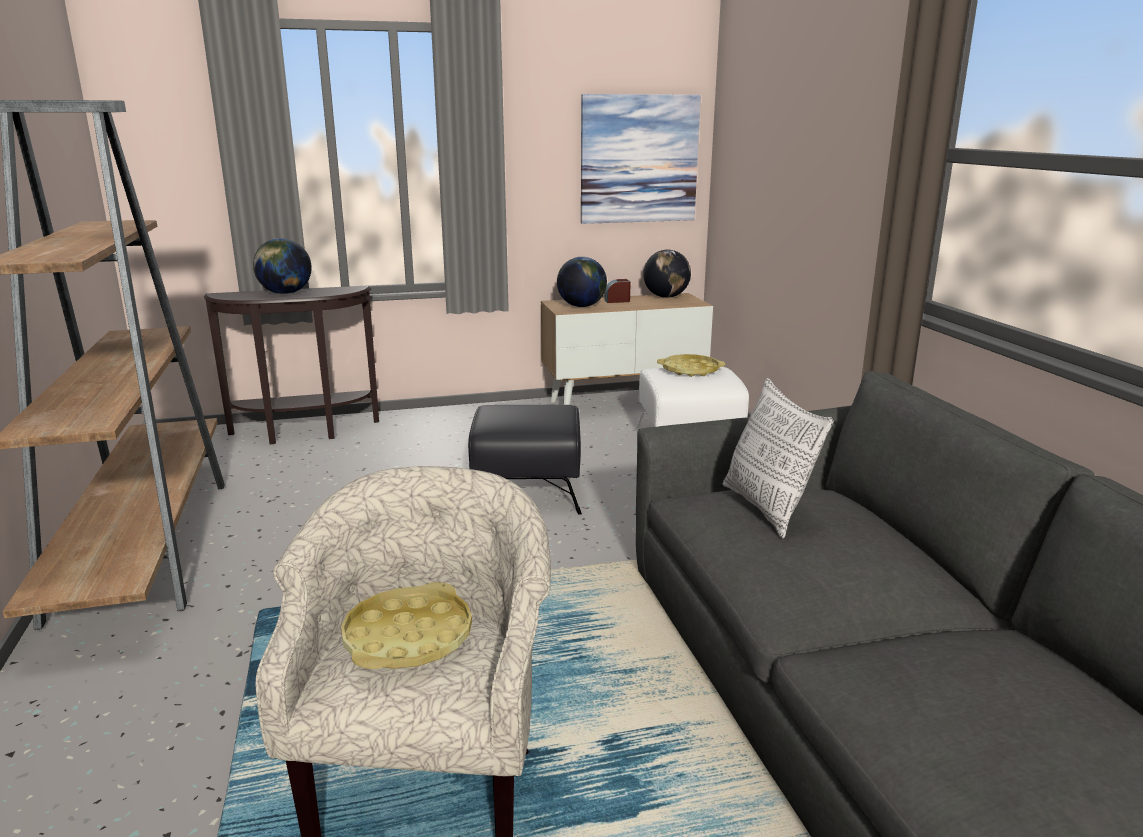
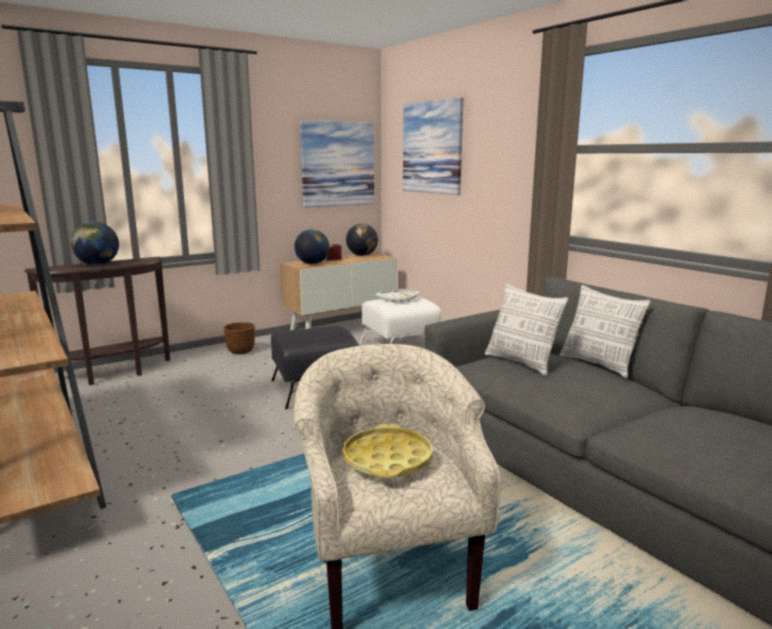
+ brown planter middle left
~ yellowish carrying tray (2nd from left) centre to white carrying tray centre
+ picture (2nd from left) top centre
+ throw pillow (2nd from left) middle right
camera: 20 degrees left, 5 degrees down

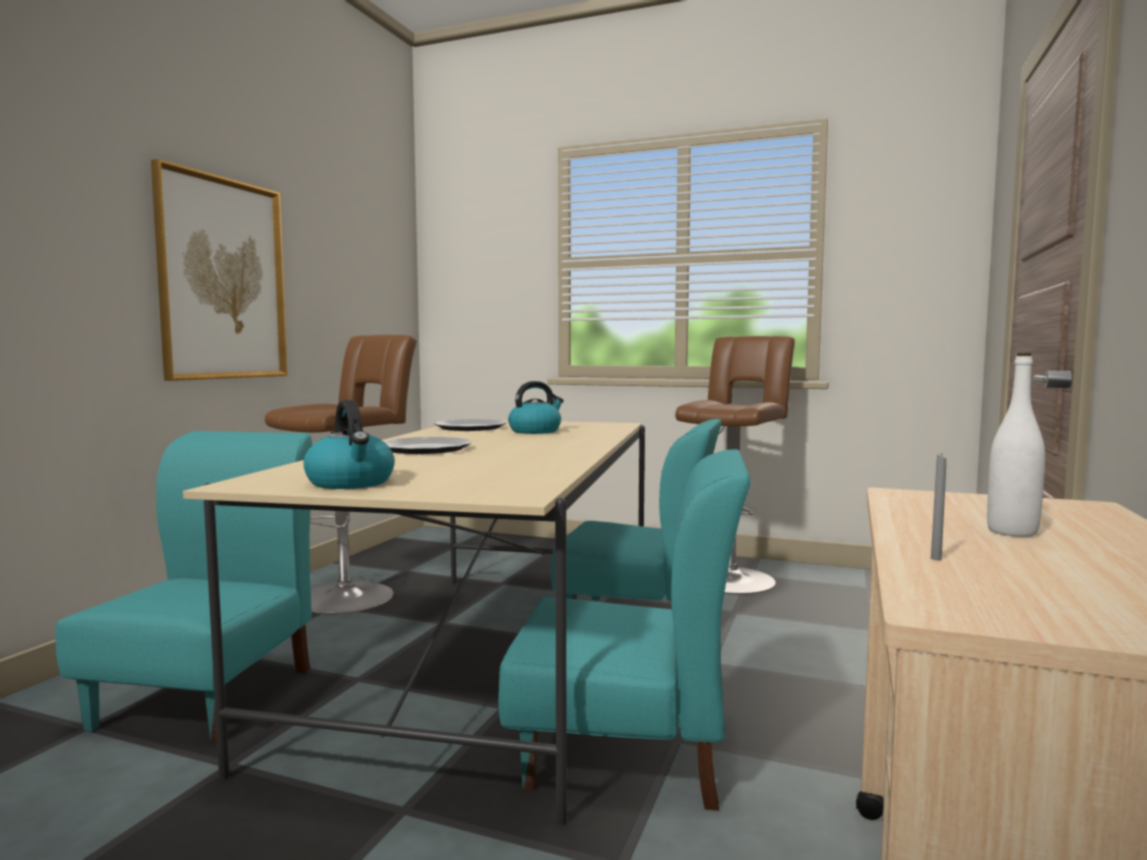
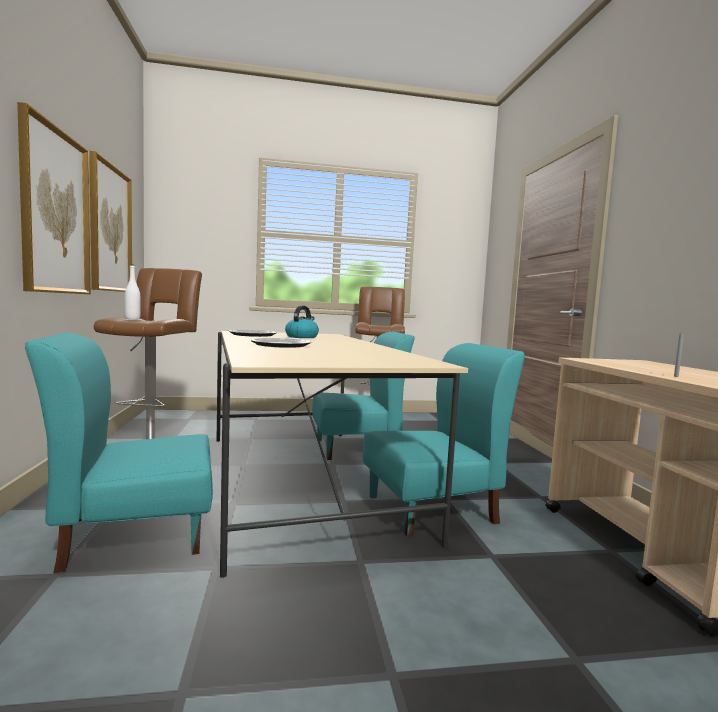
~ turquoise-coloured plain chair (1st from left) bottom left = middle left 90 degrees counterclockwise
+ picture (2nd from left) top left
~ white beverage bottle middle right to middle left
- tea kettle (1st from left) middle left
camera: 30 degrees left, 0 degrees up

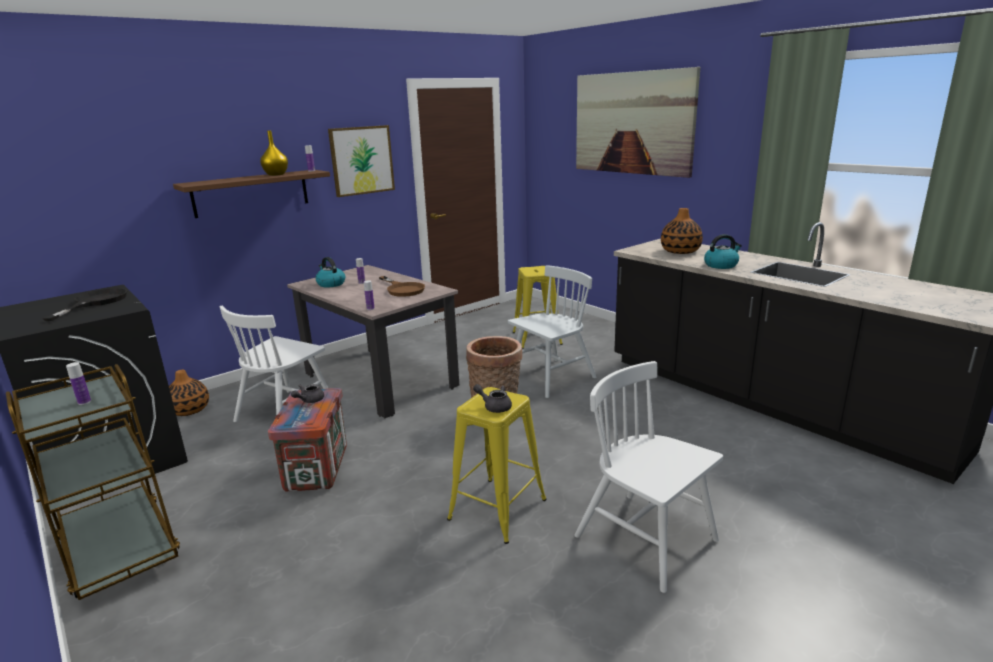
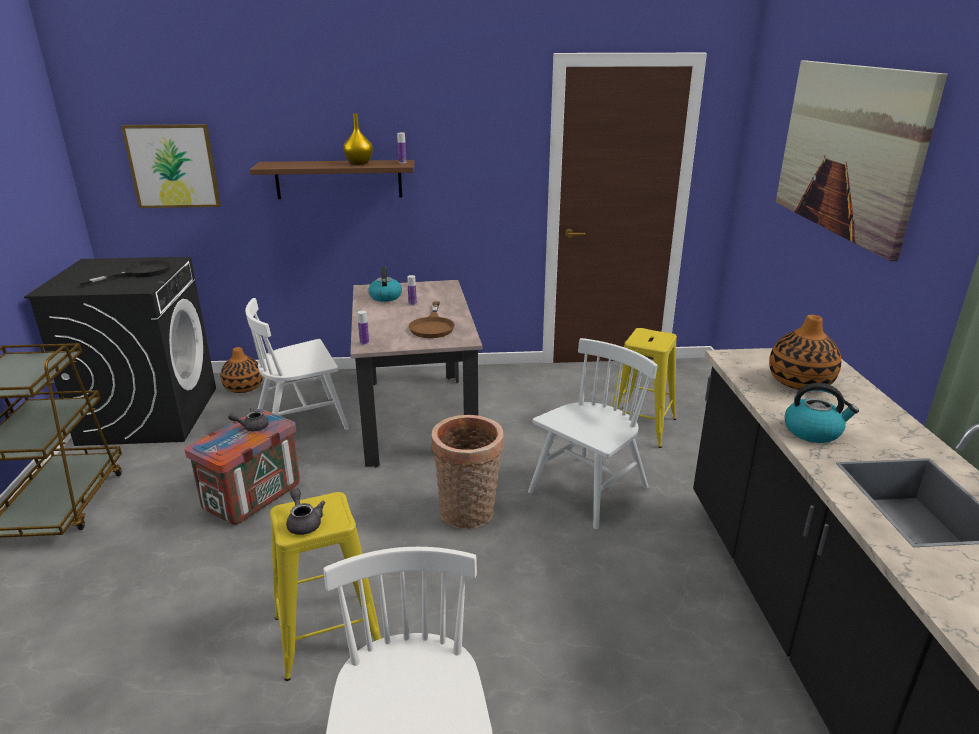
~ picture (1st from left) top centre to top left
~ white plain chair (2nd from left in the first image) centre = centre 45 degrees counterclockwise
- beverage bottle (1st from left) middle left
camera: 35 degrees right, 5 degrees up

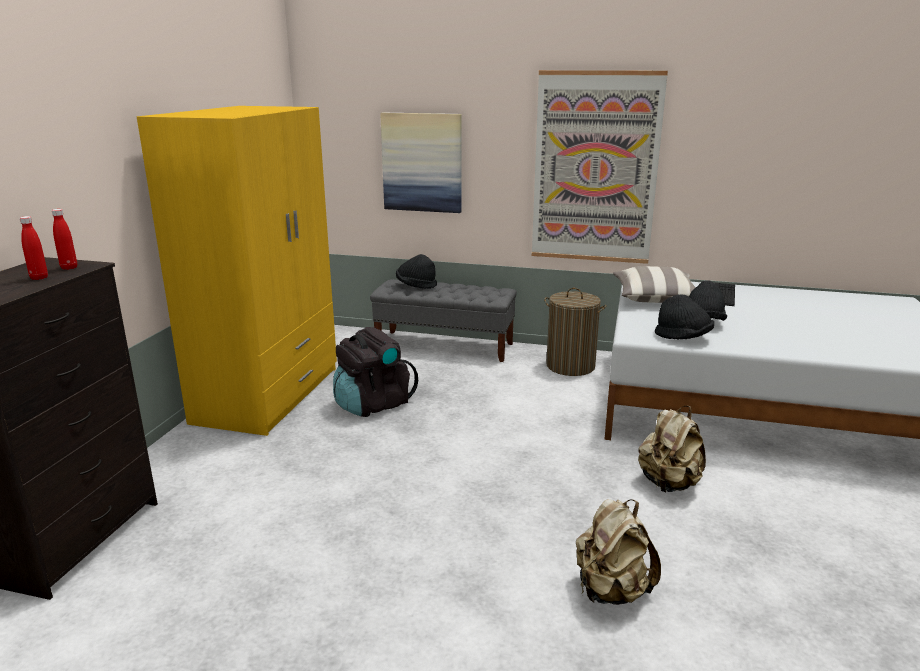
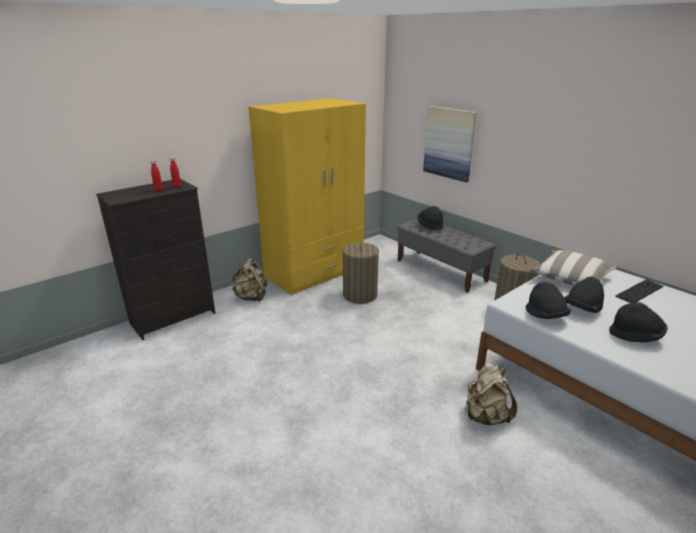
~ beige-coloured backpack (1st from left) bottom right to centre
~ black backpack centre to hamper (1st from left) centre
+ black wearable hat (4th from left) middle right
- picture (2nd from left) top centre
camera: 35 degrees right, 5 degrees up

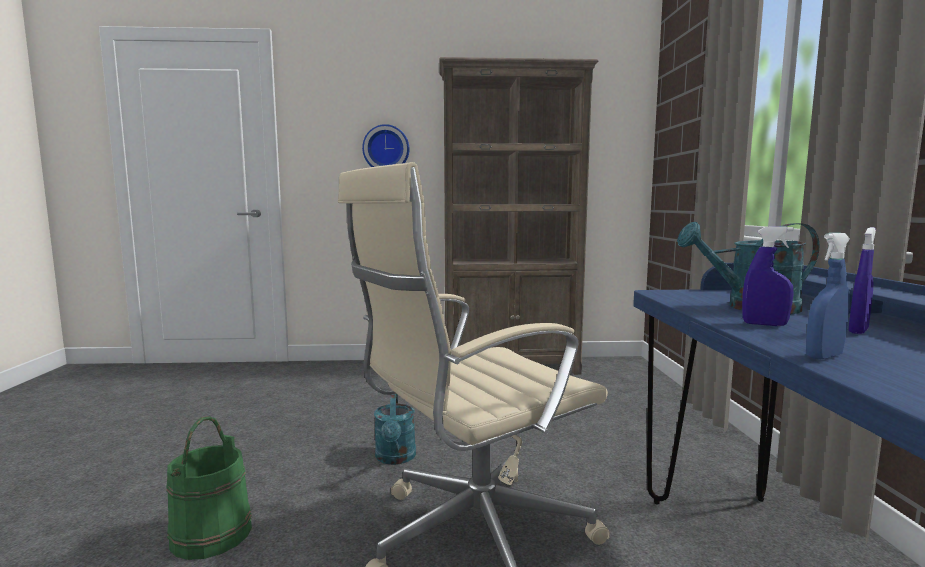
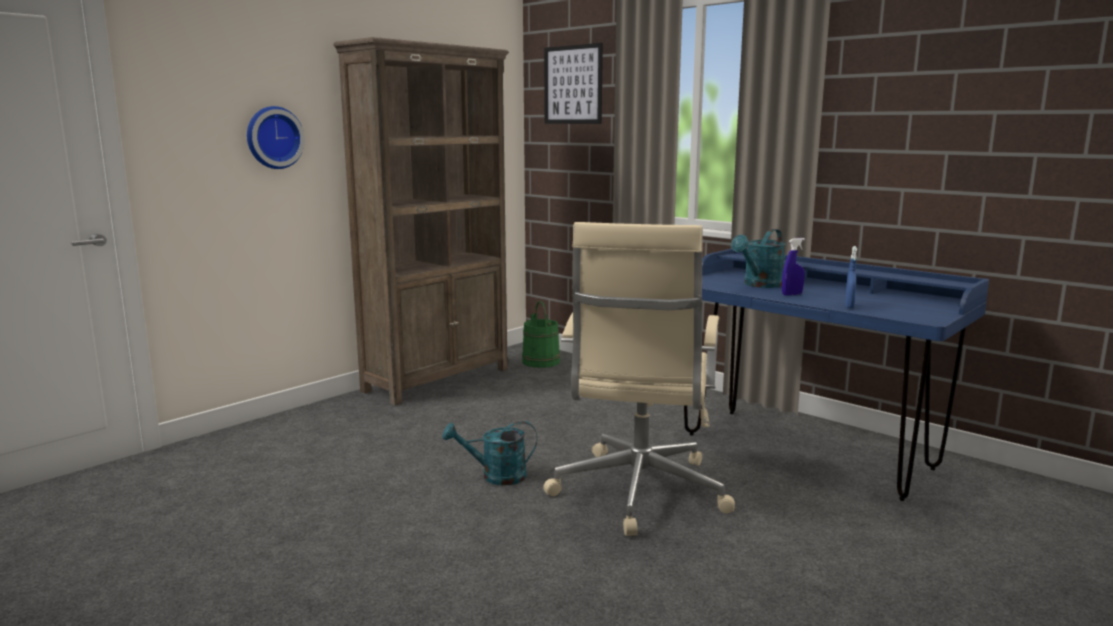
~ turquoise-coloured sprinkling can (1st from left) bottom centre = bottom centre 135 degrees clockwise
~ green-coloured pail bottom left to centre
+ picture top centre
- bluish spray bottle (3rd from left) middle right
camera: 45 degrees left, 5 degrees up

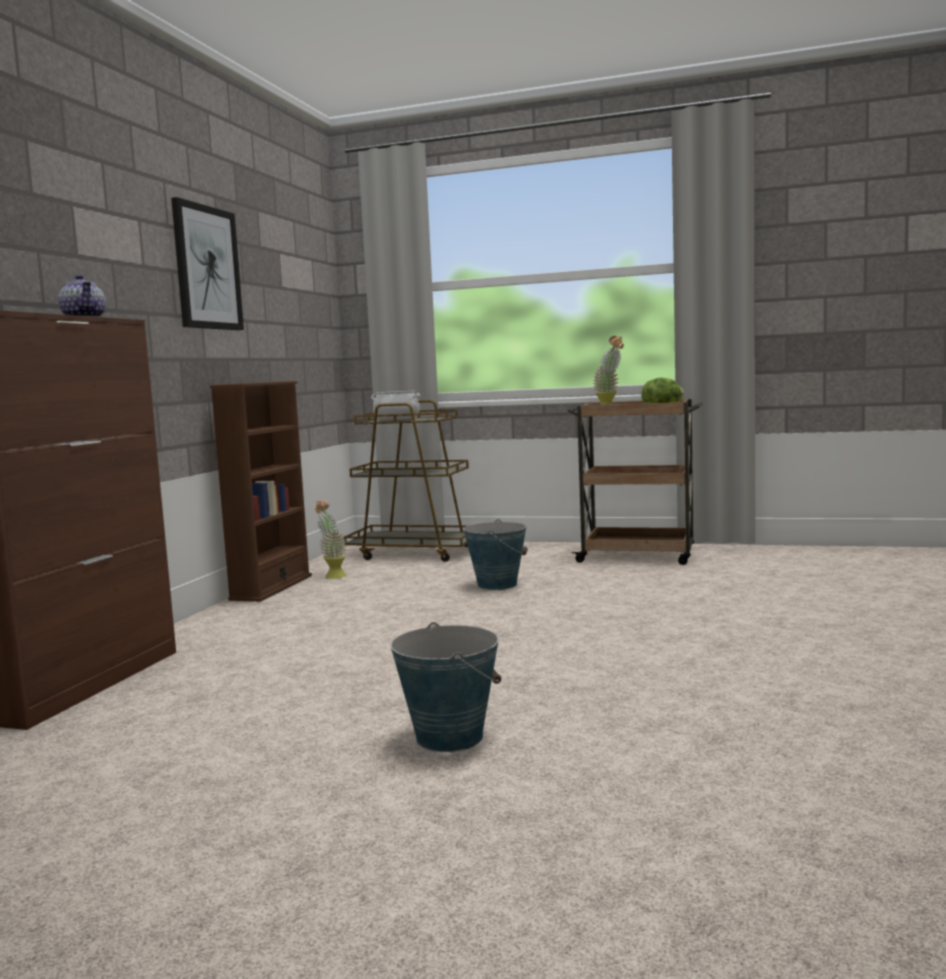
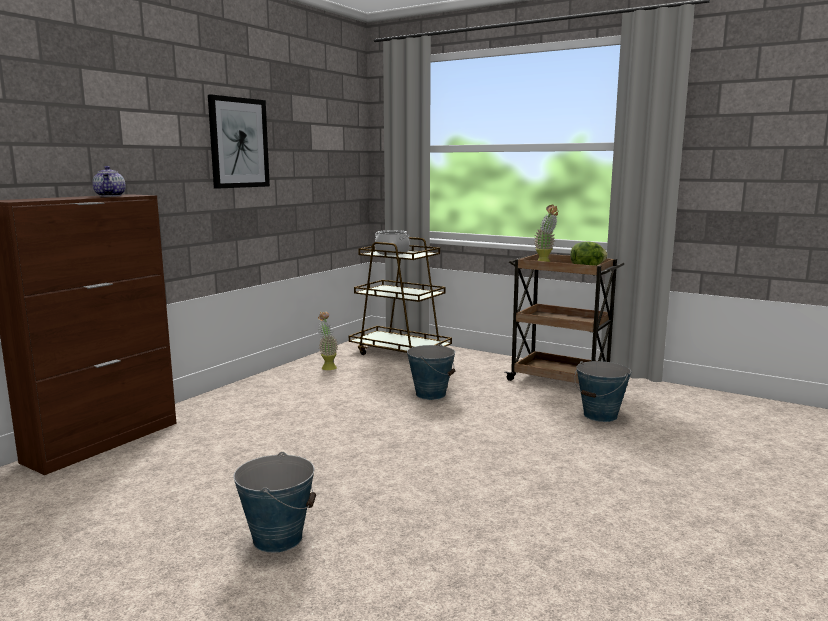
+ pail (3rd from left) middle right
- brown bookshelf middle left
camera: 15 degrees right, 5 degrees up

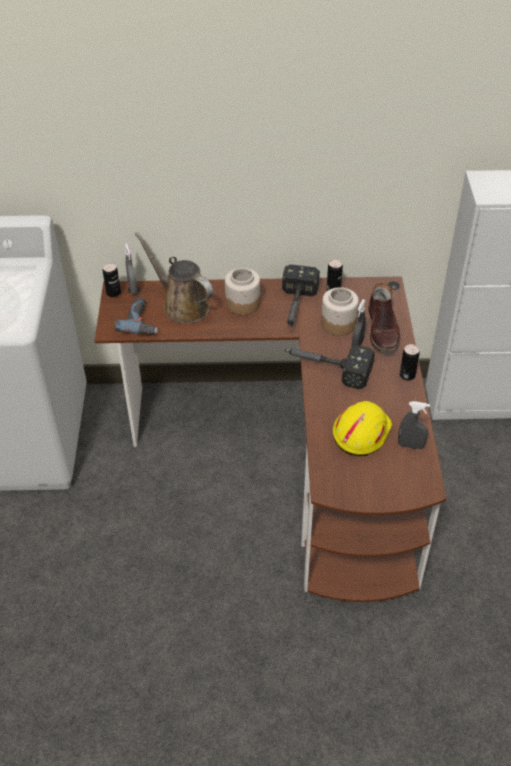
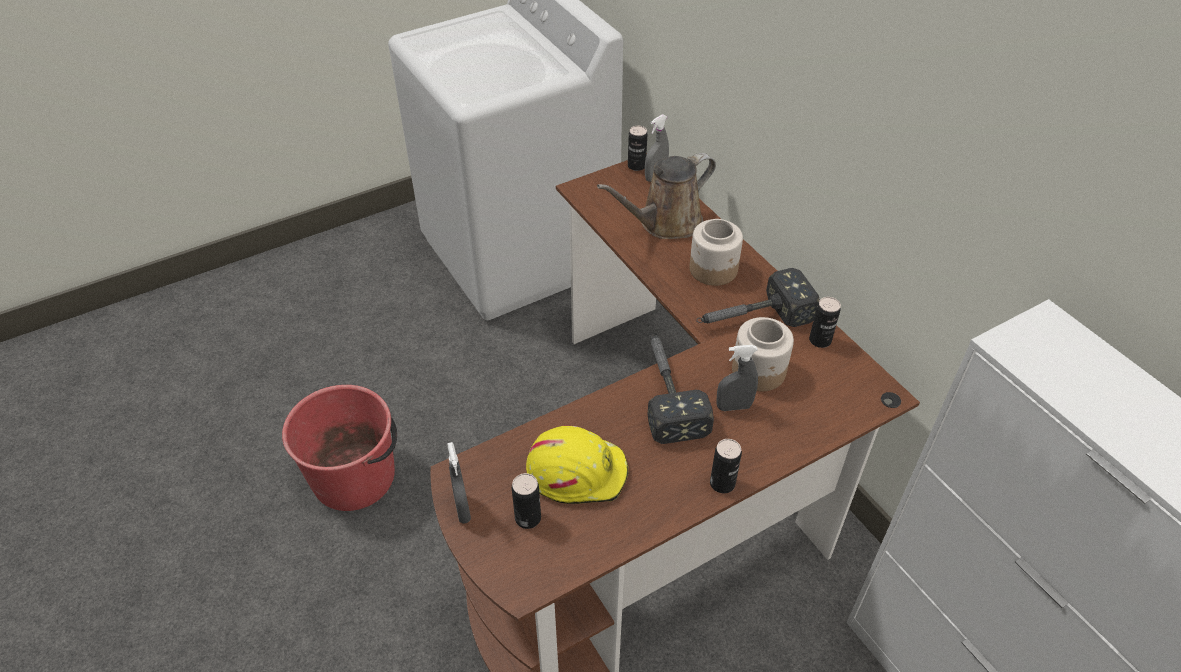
+ reddish pail bottom left
~ grey spray bottle (3rd from left in the first image) middle right to grey spray bottle (1st from left) bottom centre
+ metal can (1st from left) bottom centre
~ brown sprinkling can centre = top centre 135 degrees counterclockwise
- drill middle left
- brown high-top boot middle right
camera: 60 degrees right, 0 degrees up

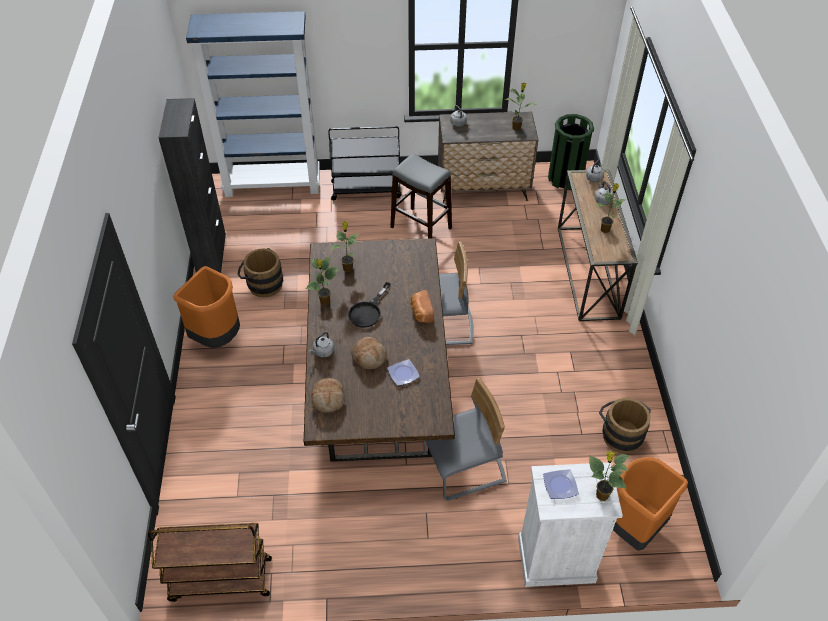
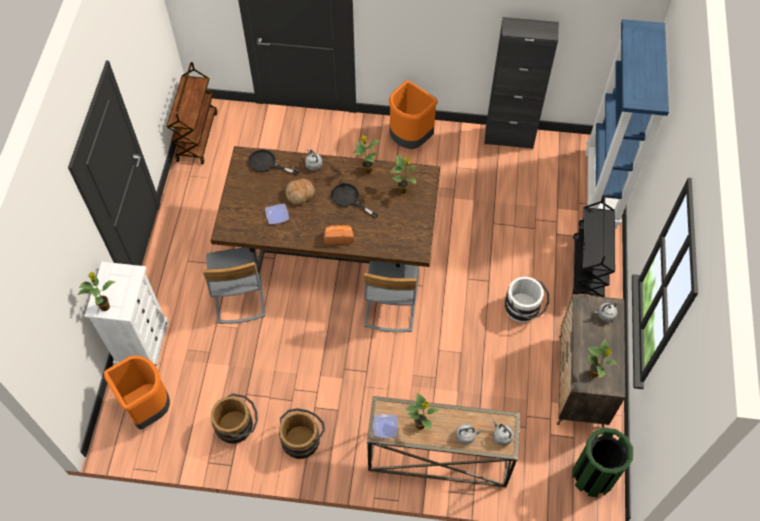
~ bread (1st from left) centre to black frying pan (1st from left) top centre
~ brown pail (1st from left in the first image) middle left to brown pail (2nd from left) bottom centre
~ flat dish (2nd from left) bottom right to bottom centre
~ grey sitting stool top centre to white pail middle right
camera: 100 degrees right, 10 degrees up

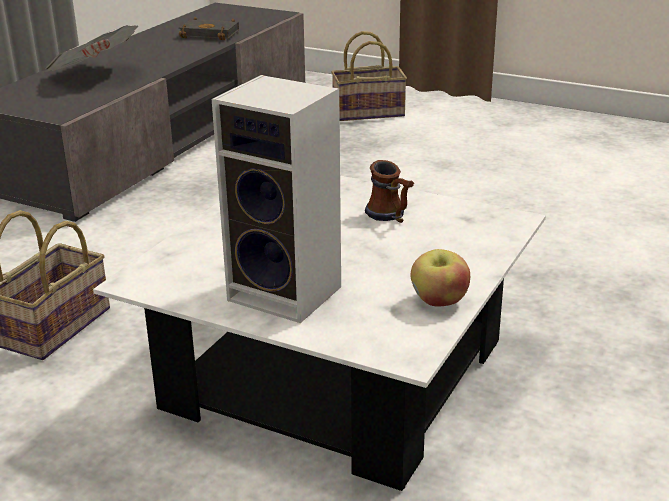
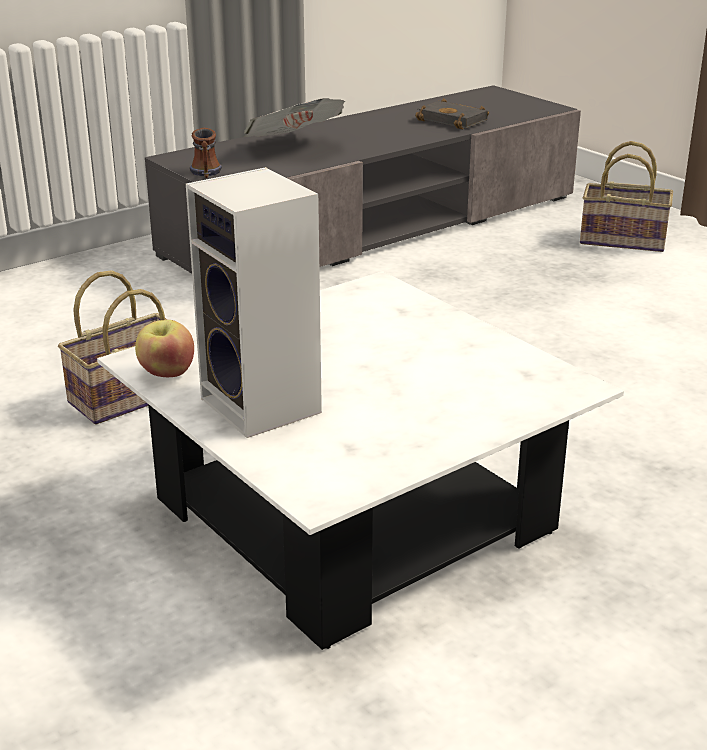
~ whole apple centre to middle left
~ mug centre to top left
camera: 25 degrees right, 0 degrees up

